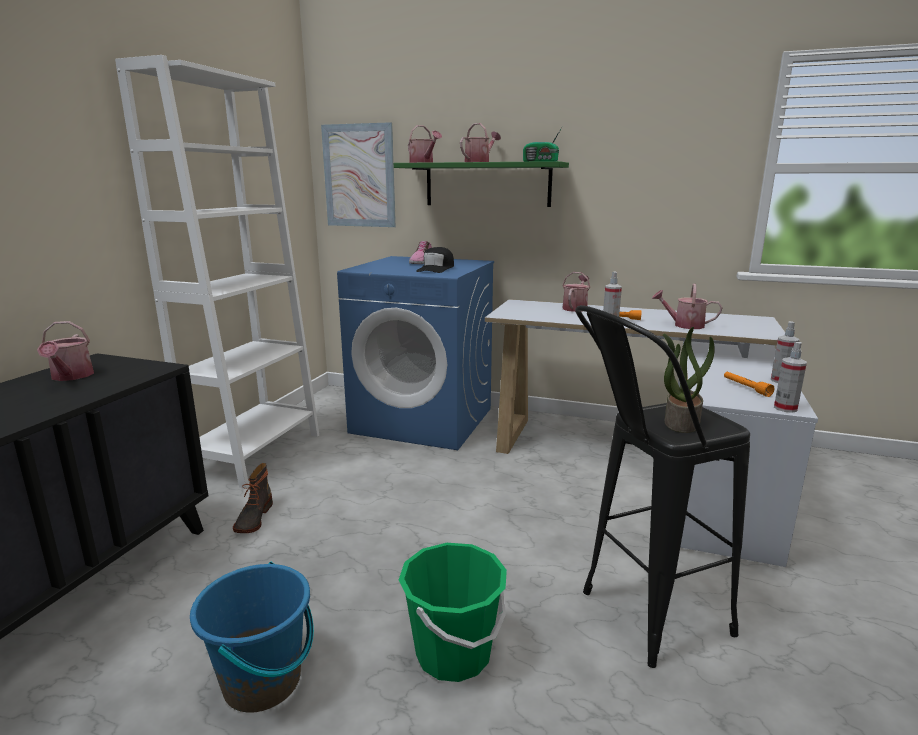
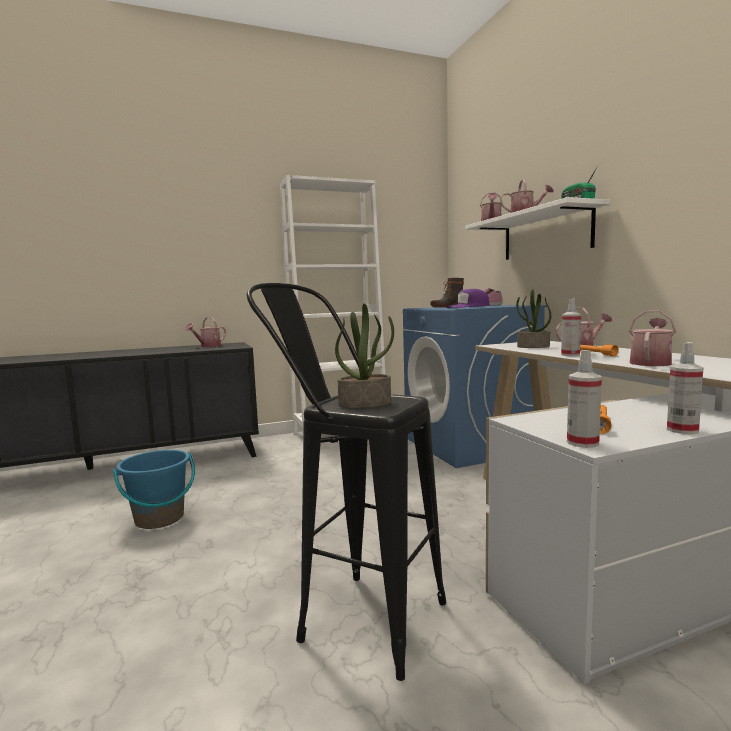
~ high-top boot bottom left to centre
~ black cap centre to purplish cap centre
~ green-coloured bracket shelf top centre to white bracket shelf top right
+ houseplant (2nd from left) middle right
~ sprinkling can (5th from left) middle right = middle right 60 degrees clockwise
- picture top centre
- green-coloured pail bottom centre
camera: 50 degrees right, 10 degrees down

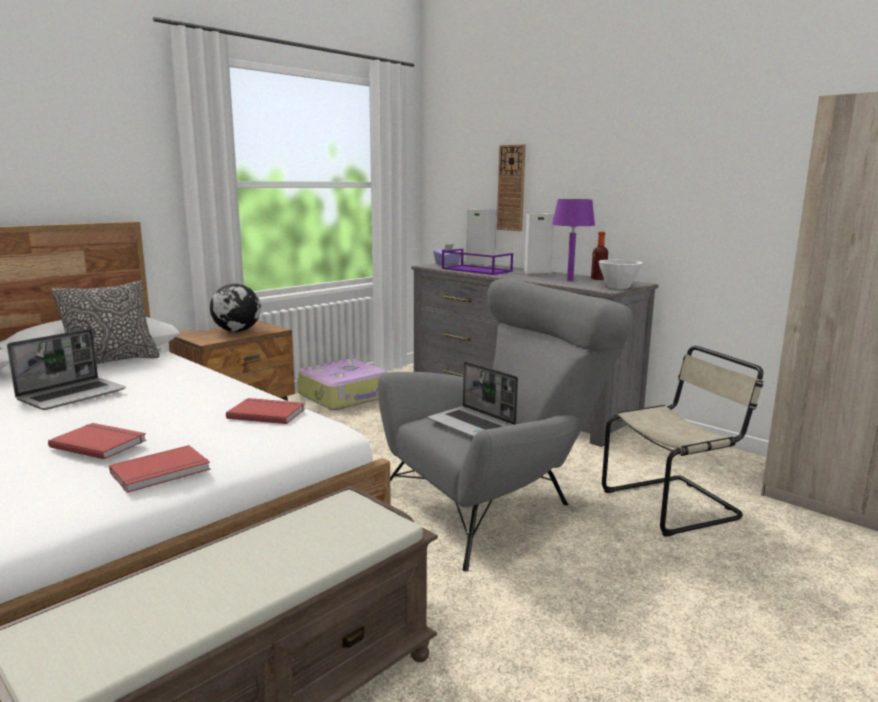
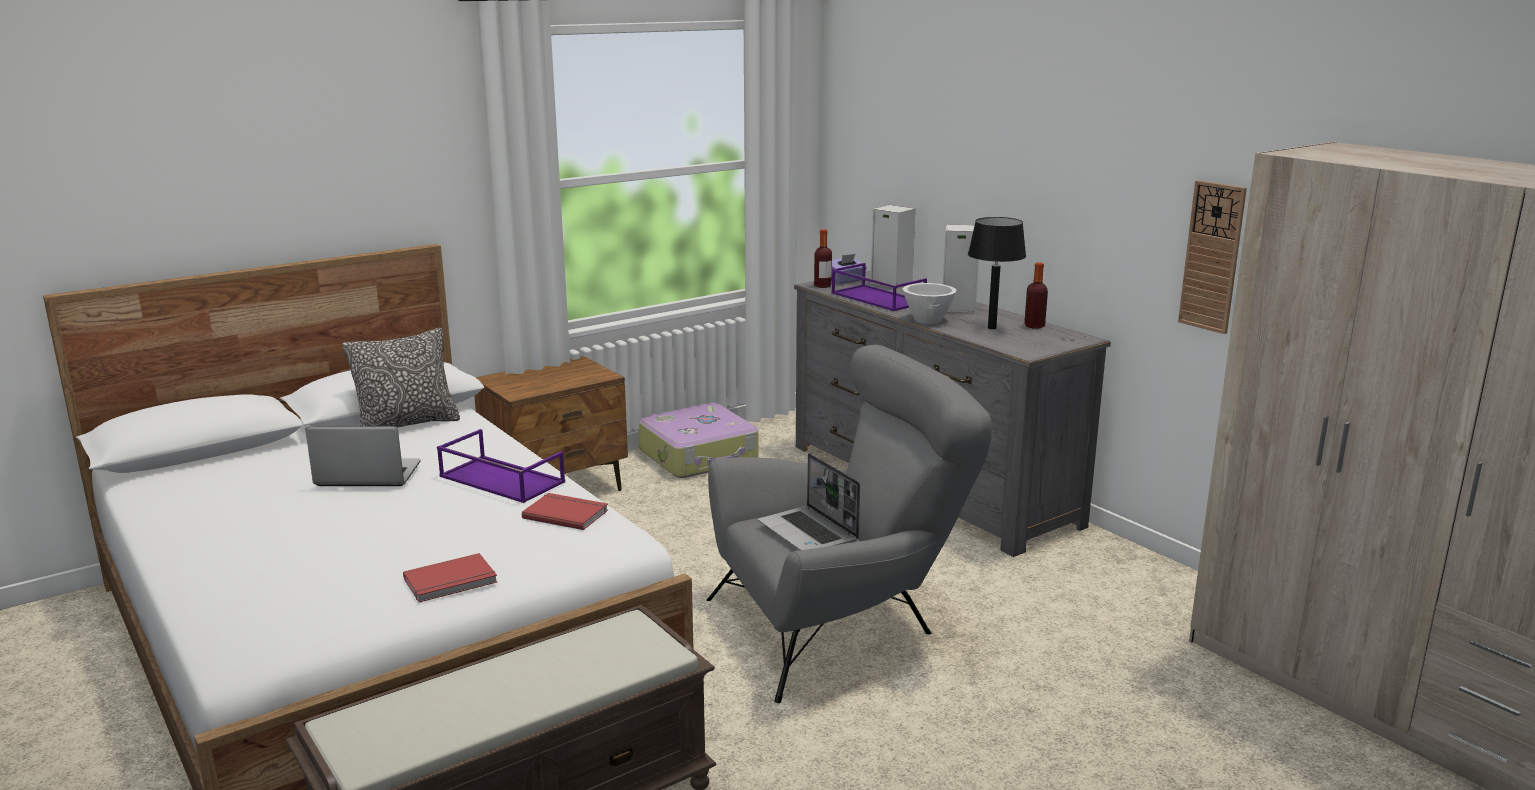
~ notebook computer (1st from left) middle left = middle left 135 degrees counterclockwise
+ purplish carrying tray (1st from left) middle left
+ beverage bottle (1st from left) top centre
~ white deep dish middle right to centre
~ purplish tabletop lamp centre to black tabletop lamp centre
~ clock on the wall top centre to top right
- reddish bound book (1st from left) middle left
- globe middle left
- beige-coloured plain chair middle right
camera: 10 degrees right, 5 degrees up

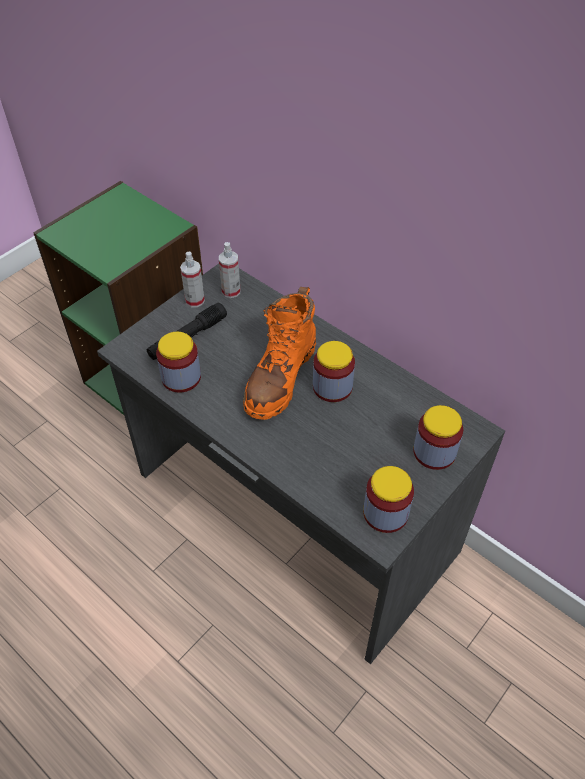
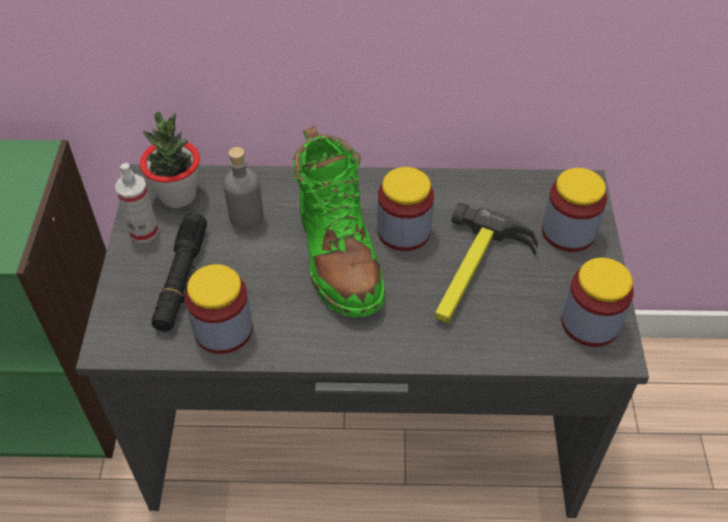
~ spray bottle (2nd from left) centre to houseplant top left
+ grey beverage bottle centre
~ orange-coloured high-top boot centre to green-coloured high-top boot centre
+ hammer middle right
camera: 40 degrees left, 0 degrees up

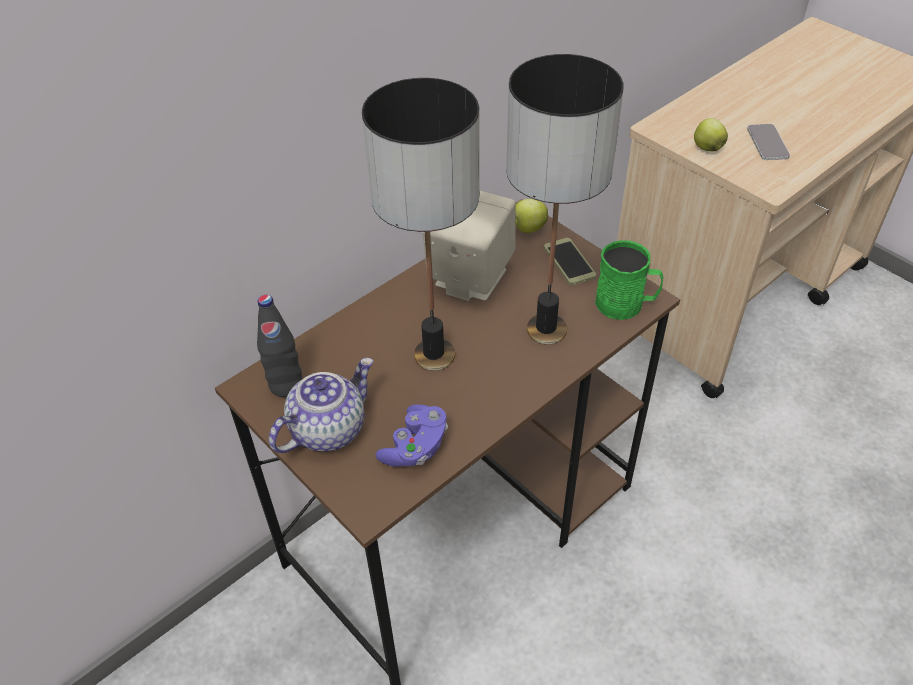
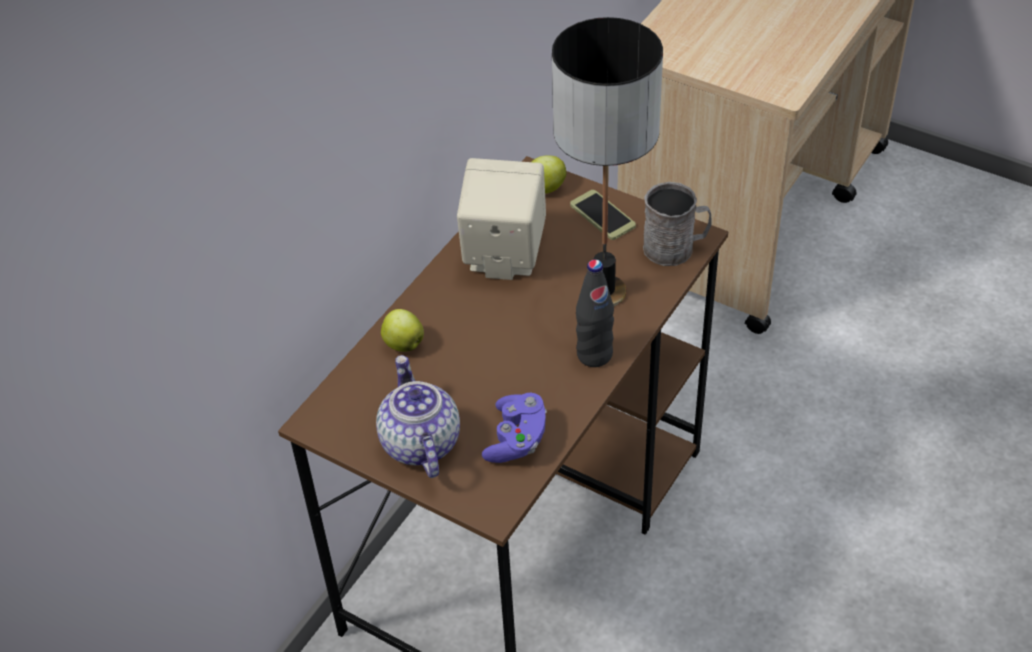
~ tea pot centre = centre 45 degrees counterclockwise
~ whole apple (2nd from left in the first image) top right to whole apple (1st from left) centre
~ black beverage bottle middle left to centre
~ green-coloured mug middle right to grey mug centre
- tabletop lamp (1st from left) top centre
- handset (2nd from left) top right
camera: 15 degrees left, 0 degrees up

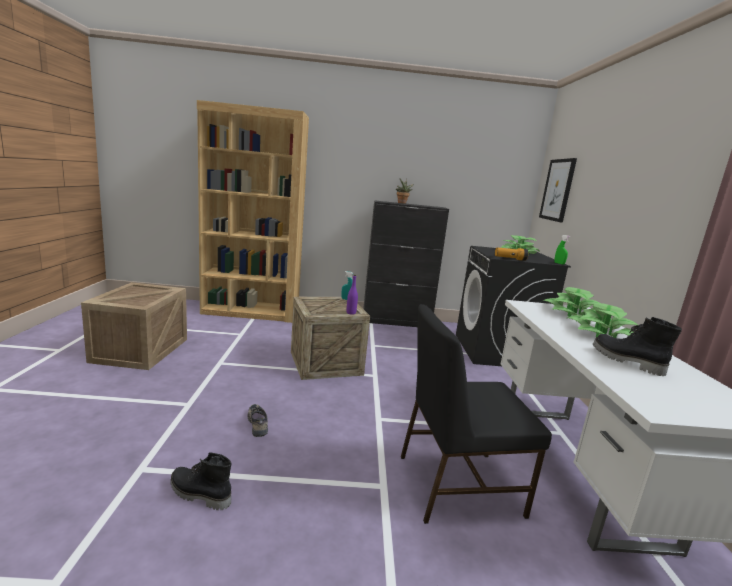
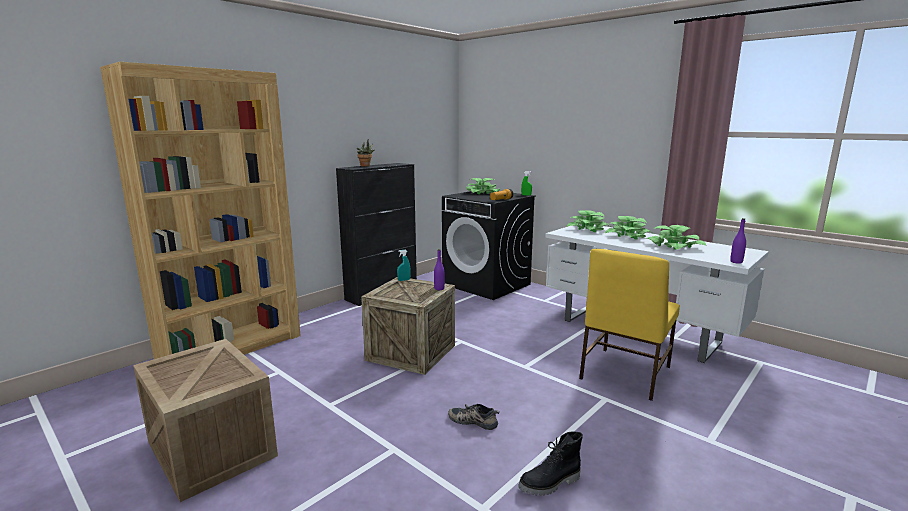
~ black plain chair bottom centre to yellowish plain chair middle right
~ black high-top boot (2nd from left) middle right to houseplant (5th from left) middle right
+ purplish beverage bottle (2nd from left) middle right
- picture top right
camera: 45 degrees left, 0 degrees up

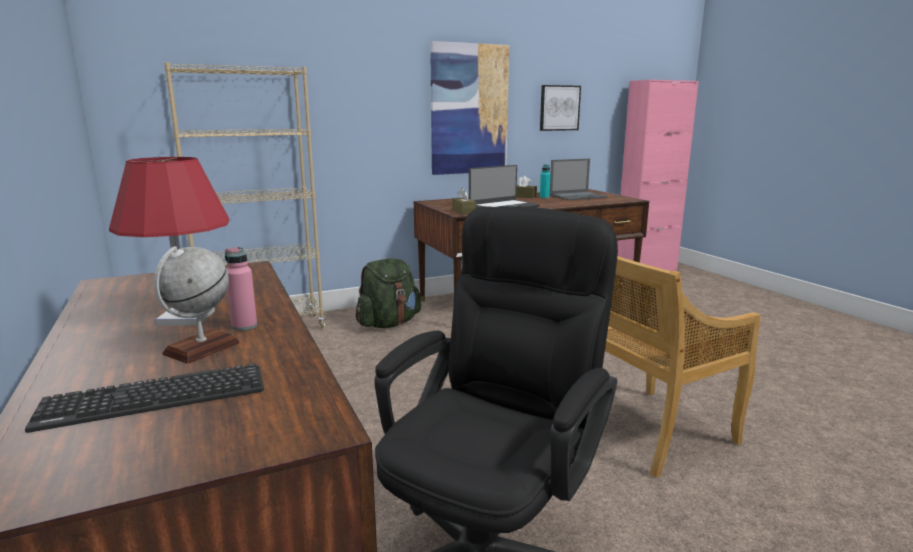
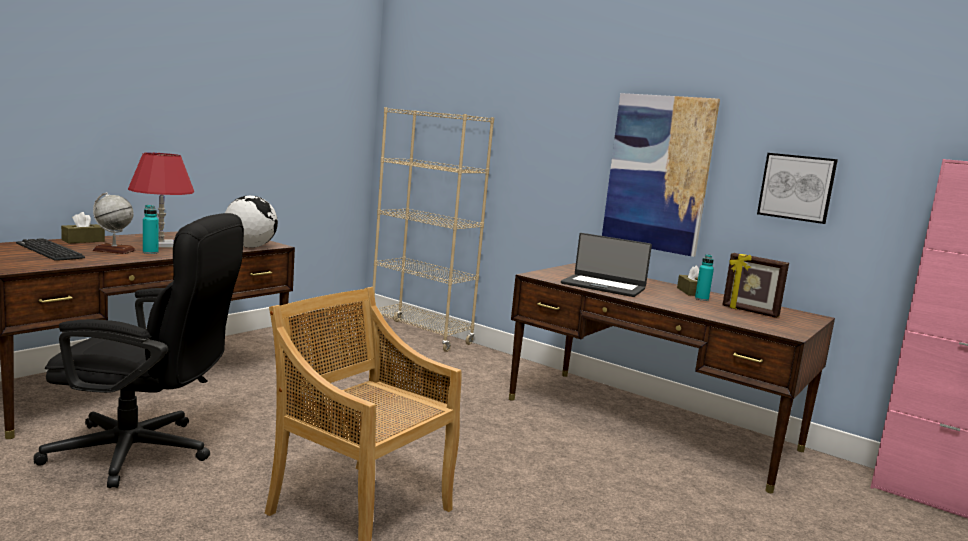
~ brown box of tissues (1st from left) centre to middle left
~ pink beverage bottle middle left to turquoise-coloured beverage bottle (1st from left) middle left
+ globe (2nd from left) middle left
~ notebook computer (2nd from left) top centre to picture frame middle right
- green-coloured backpack centre
camera: 60 degrees right, 5 degrees down

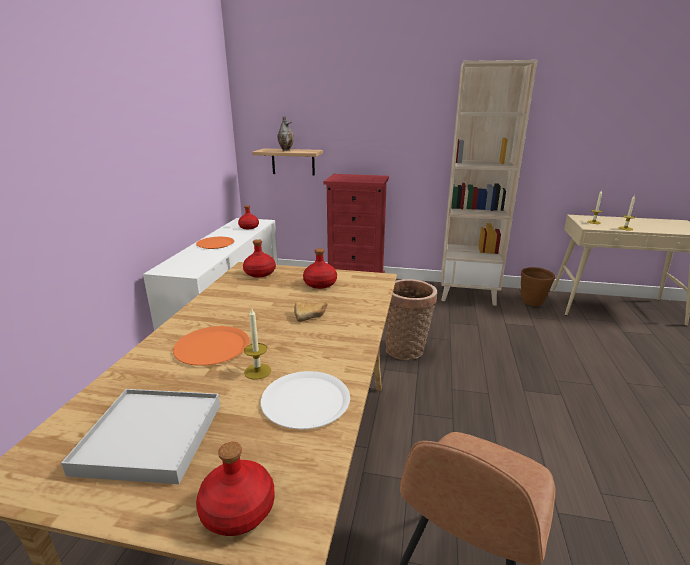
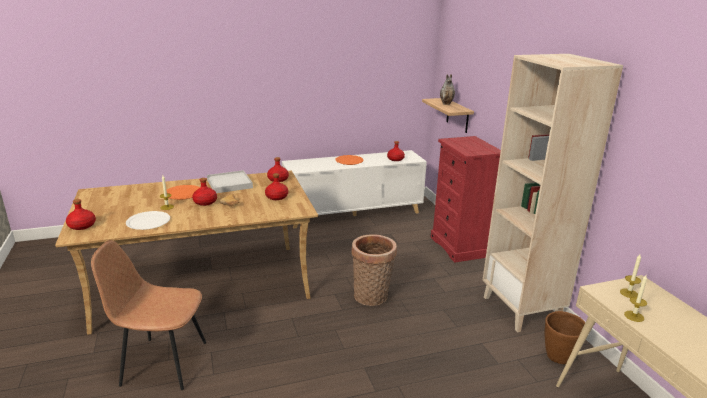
+ reddish beverage bottle (2nd from left) middle left
~ white carrying tray bottom left to middle left
camera: 60 degrees right, 0 degrees up

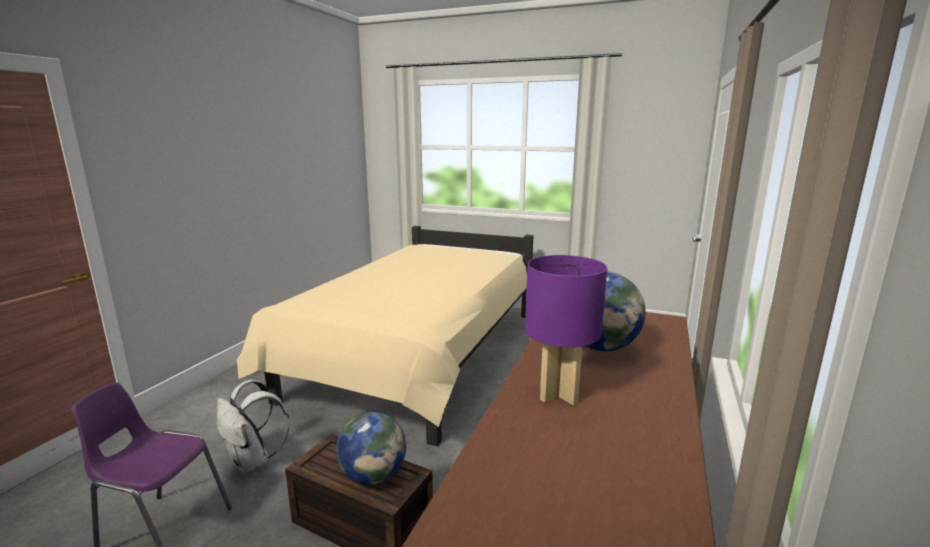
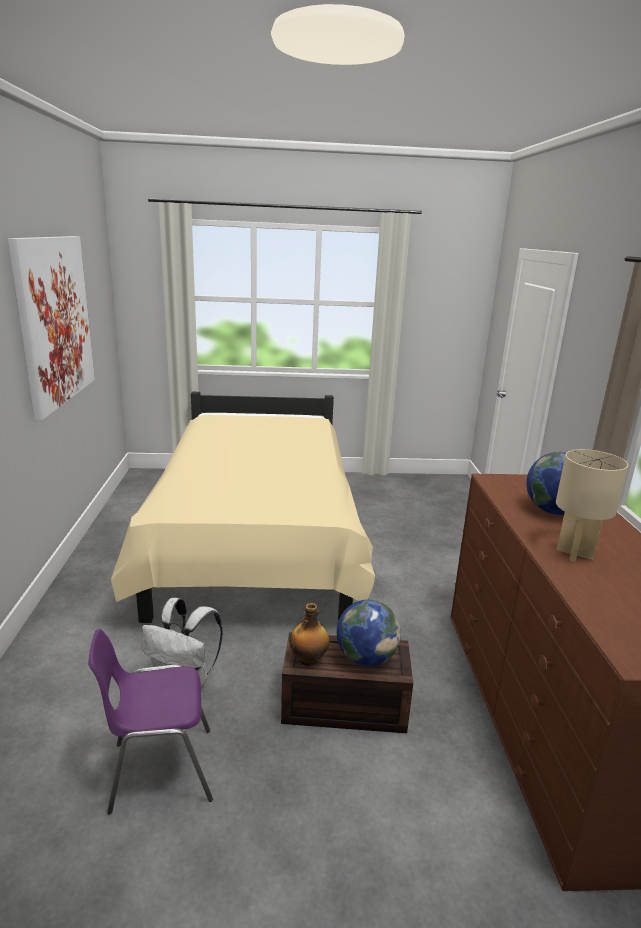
+ picture middle left
+ beverage bottle bottom centre
~ purplish tabletop lamp centre to beige-coloured tabletop lamp middle right
camera: 25 degrees left, 5 degrees up

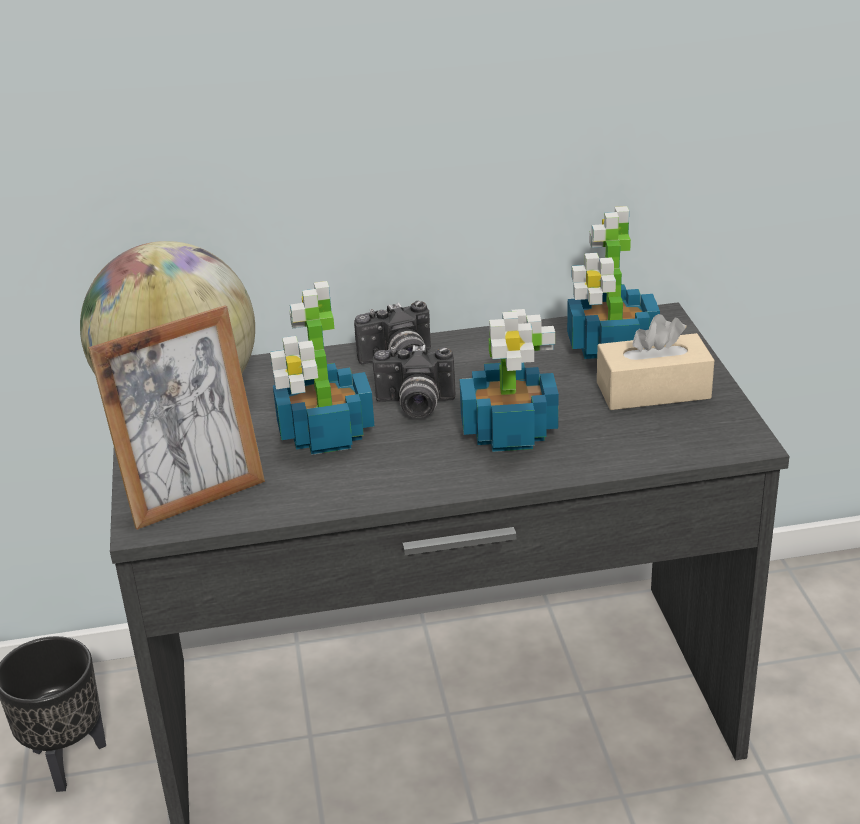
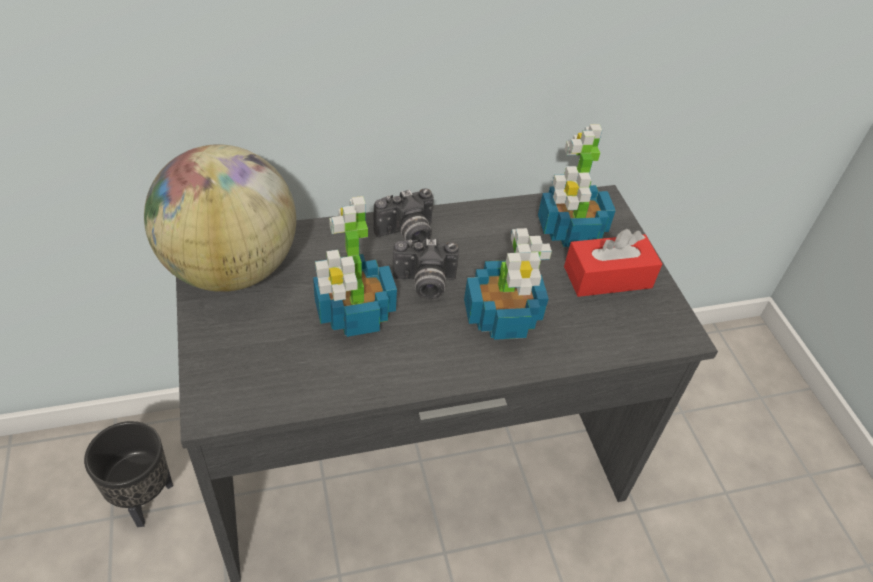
~ beige-coloured box of tissues middle right to reddish box of tissues middle right
- picture frame middle left
camera: 10 degrees left, 15 degrees up

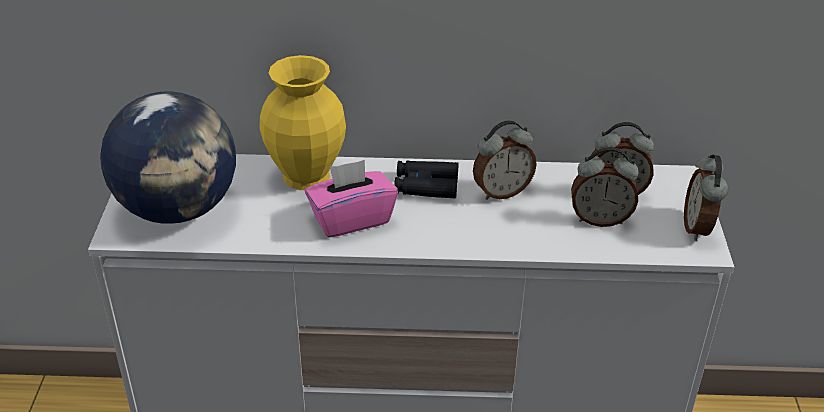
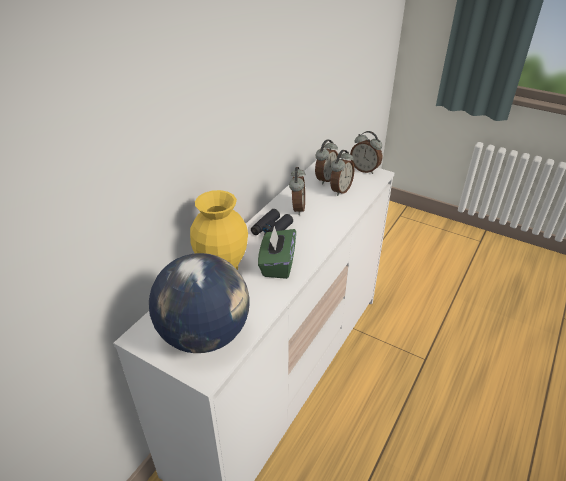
~ pink box of tissues centre to green-coloured box of tissues centre
camera: 60 degrees left, 0 degrees up

